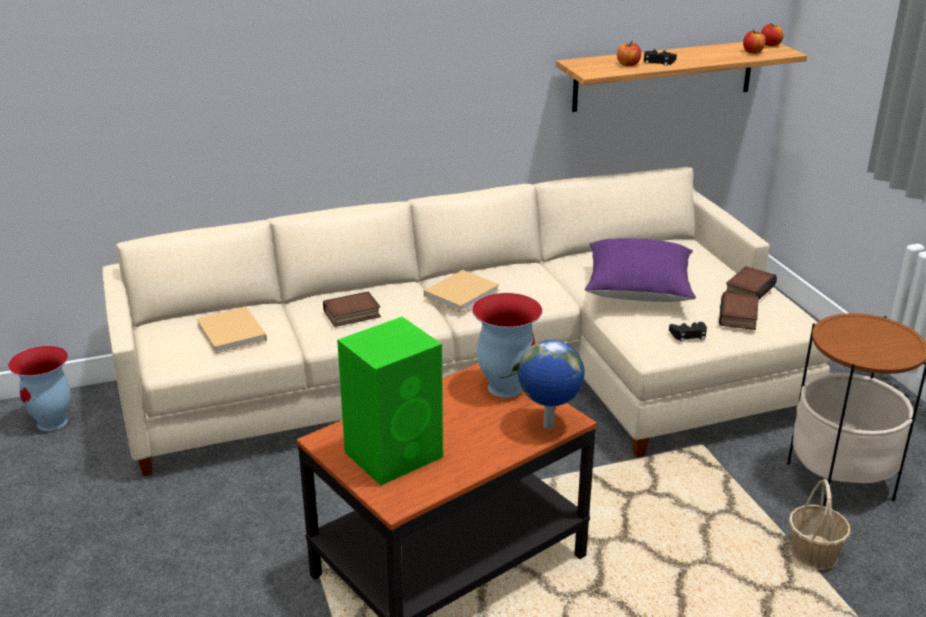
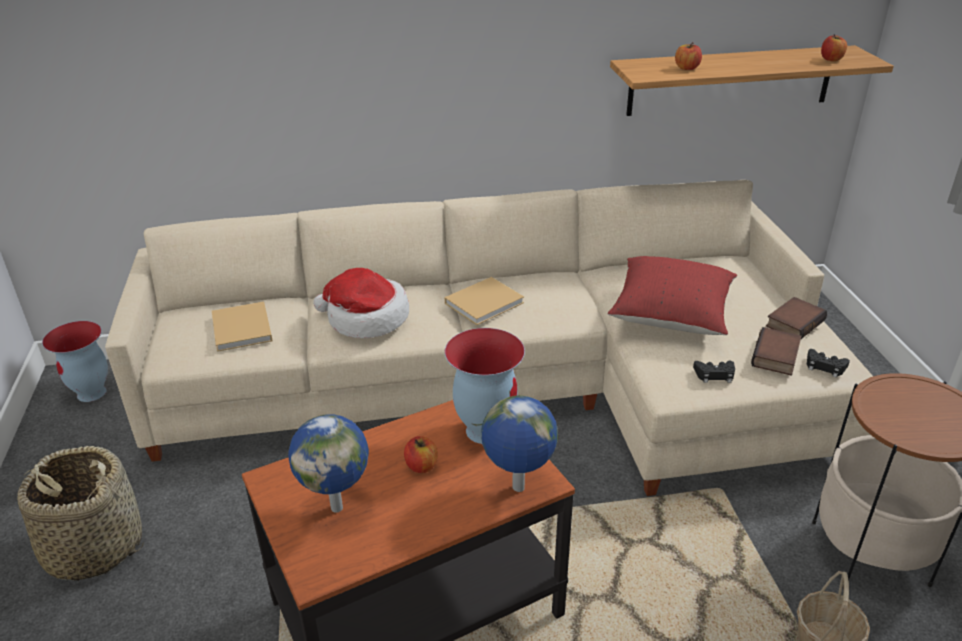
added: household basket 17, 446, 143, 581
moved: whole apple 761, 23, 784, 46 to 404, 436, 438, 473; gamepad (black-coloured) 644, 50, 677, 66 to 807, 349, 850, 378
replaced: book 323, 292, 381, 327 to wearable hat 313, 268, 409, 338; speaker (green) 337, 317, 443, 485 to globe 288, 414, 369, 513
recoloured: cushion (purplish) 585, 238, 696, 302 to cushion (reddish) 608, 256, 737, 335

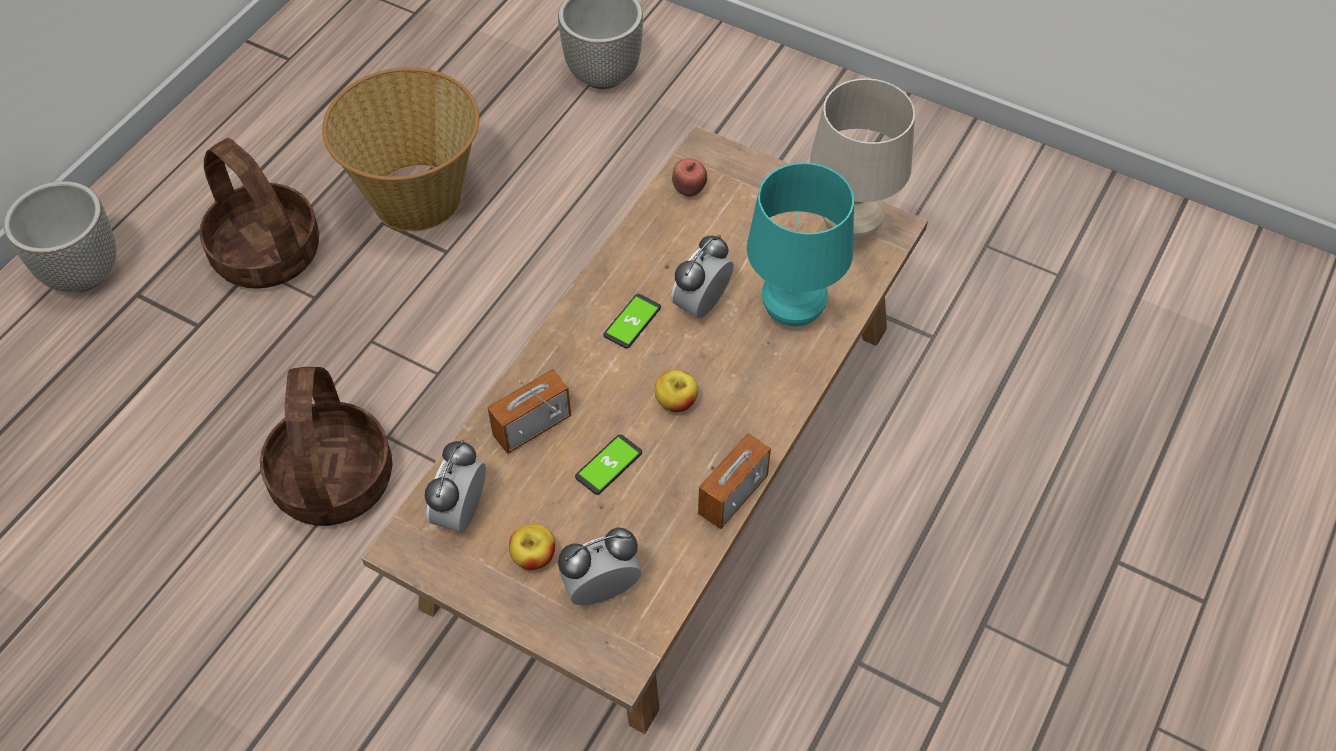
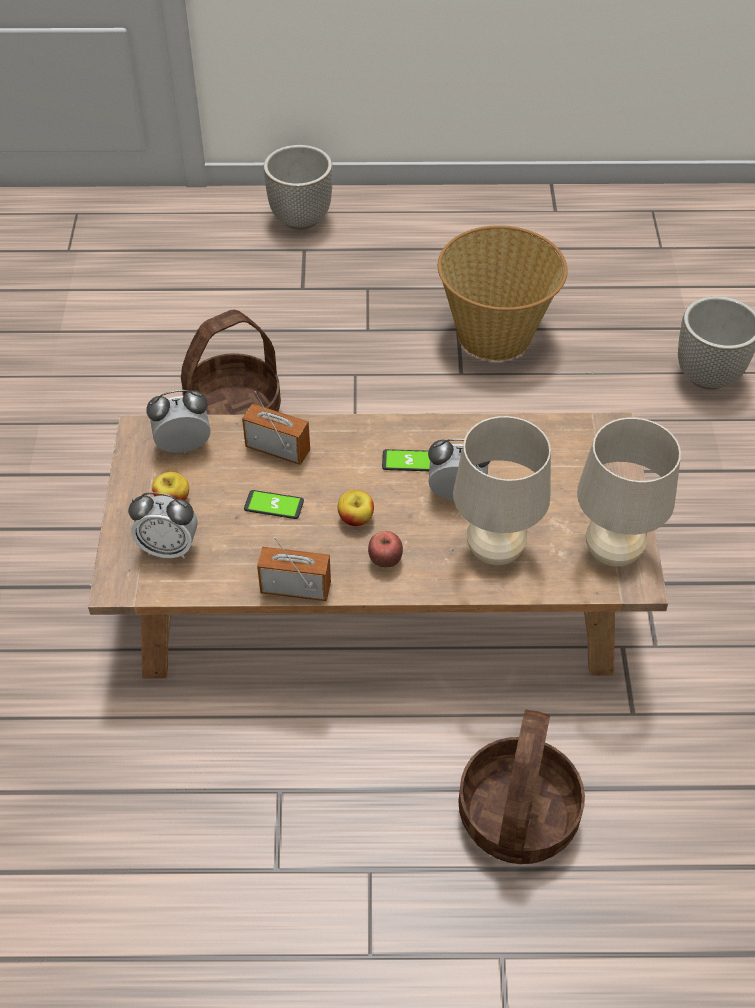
moved: household basket 199, 138, 319, 289 to 458, 710, 585, 864; whole apple 672, 159, 707, 197 to 368, 531, 403, 567
recoloured: table lamp (turquoise) 747, 162, 854, 326 to table lamp (sand-coloured) 453, 416, 551, 565
turned: alarm clock 558, 527, 642, 605 = 128, 492, 198, 558 150 degrees clockwise

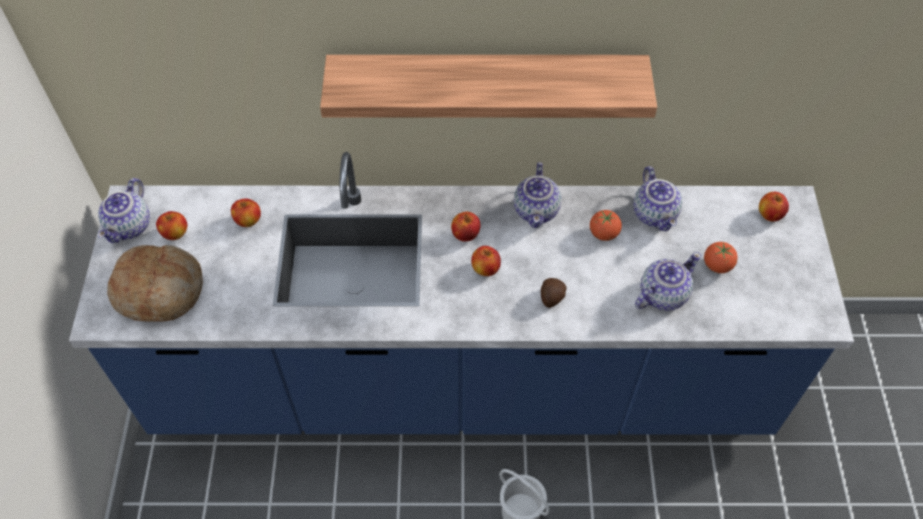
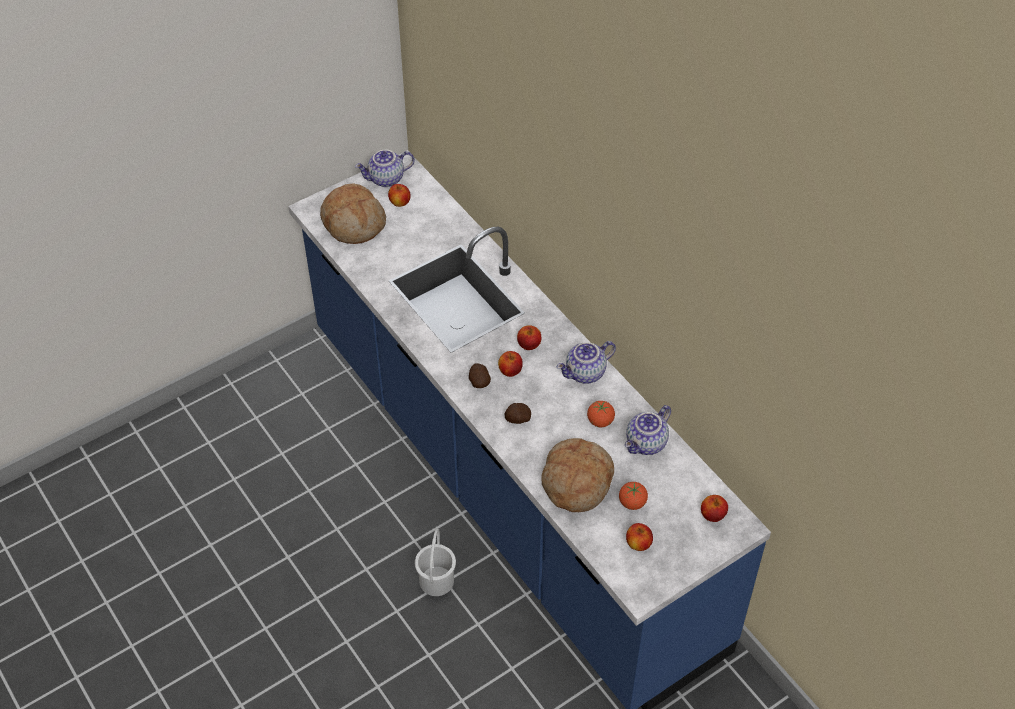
removed: shelf 320, 55, 657, 118
added: potato 469, 363, 491, 388
moved: whole apple 231, 198, 261, 227 to 626, 523, 653, 551
replaced: pot for tea 635, 252, 701, 311 to bakery bread 541, 438, 614, 512

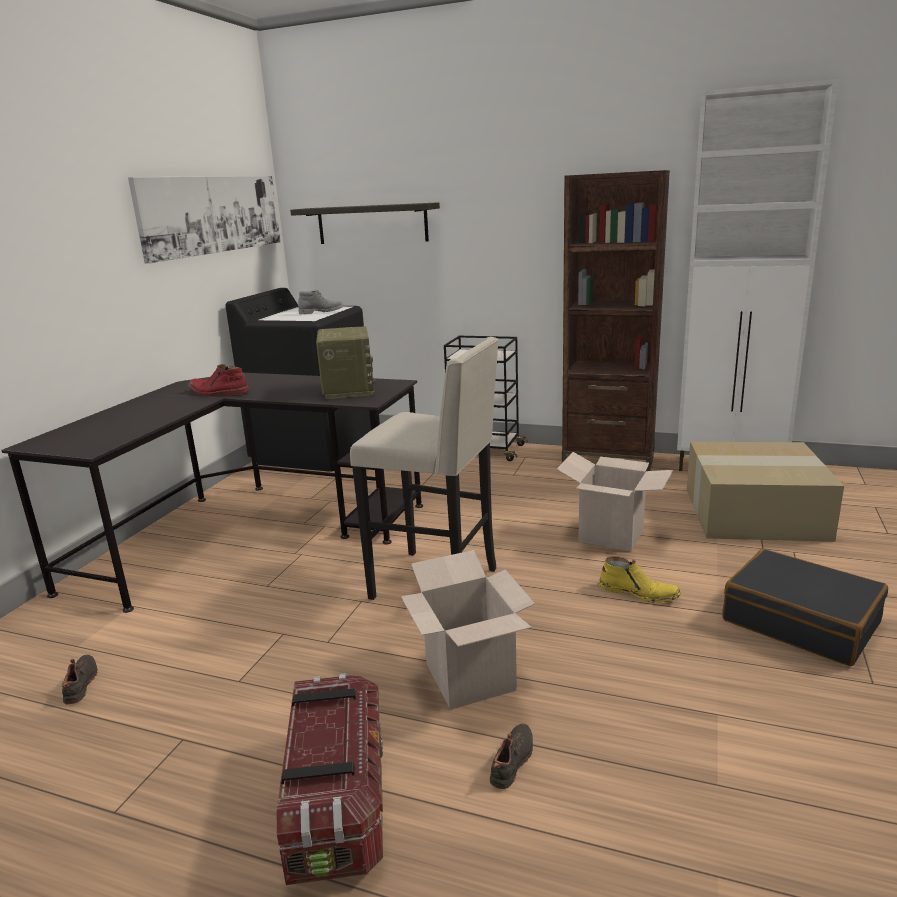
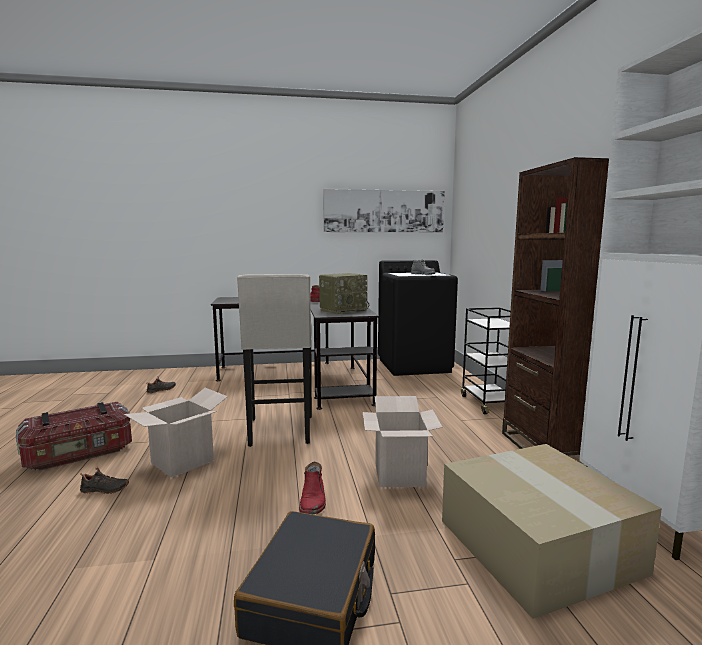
removed: shelf 290, 202, 440, 244
recoloured: tall boot (yellow) 599, 556, 681, 603 to tall boot (reddish) 299, 462, 326, 514

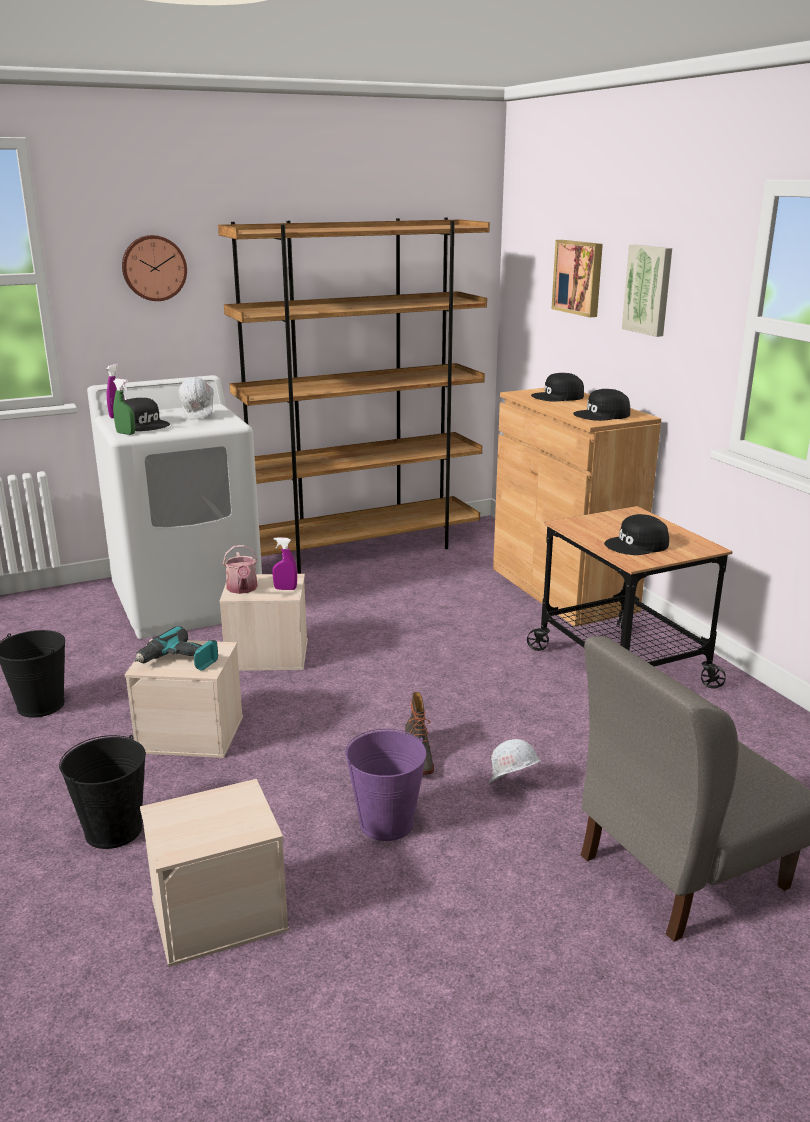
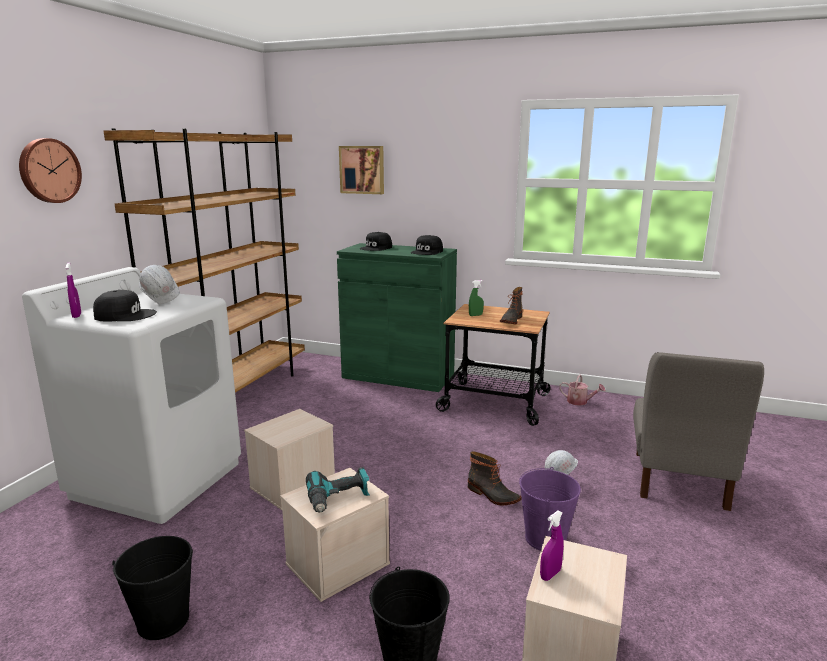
removed: wall picture 622, 245, 672, 337
moved: hand sprayer (green) 113, 379, 135, 435 to 469, 280, 484, 316; hand sprayer (purplish) 272, 537, 297, 590 to 540, 511, 564, 581; watering pot 223, 545, 258, 594 to 559, 374, 605, 406
replaced: peaked cap (black-coloured) 604, 514, 669, 555 to tall boot 500, 287, 523, 324
recoloured: storage cabinet (brownish) 493, 388, 661, 627 to storage cabinet (green) 337, 243, 457, 392

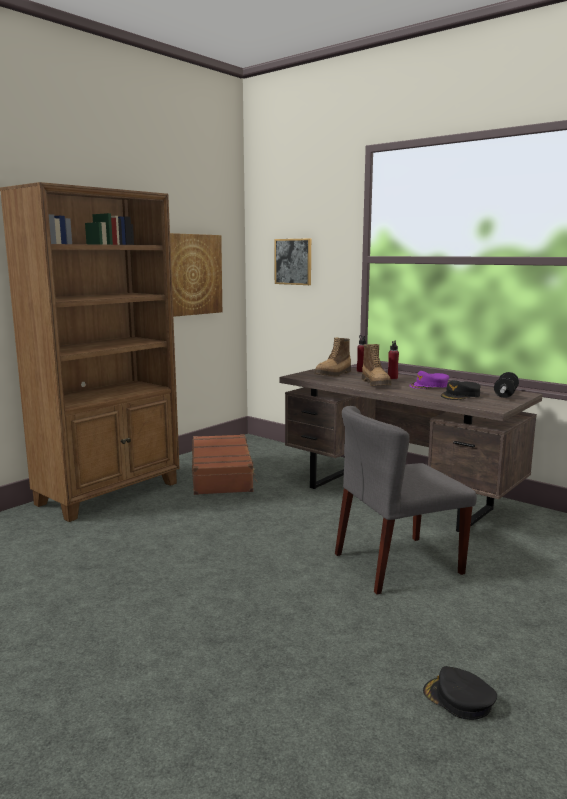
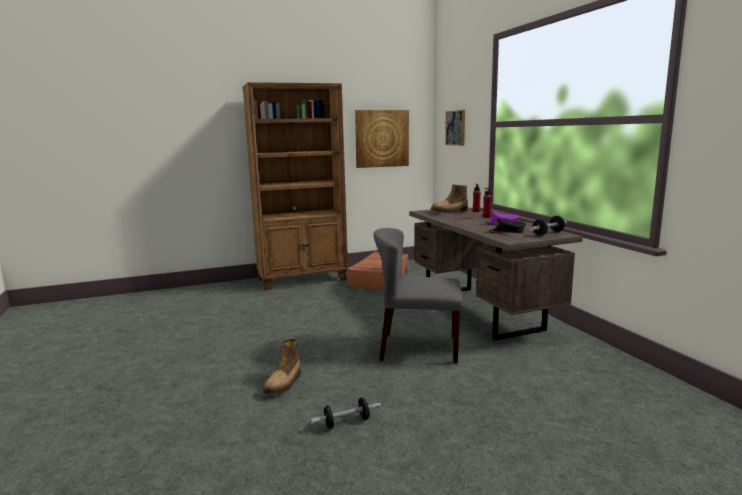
moved: tall boot 362, 344, 392, 386 to 263, 338, 301, 395
replaced: peaked cap (black-coloured) 423, 666, 497, 720 to dumbbell 311, 397, 381, 429

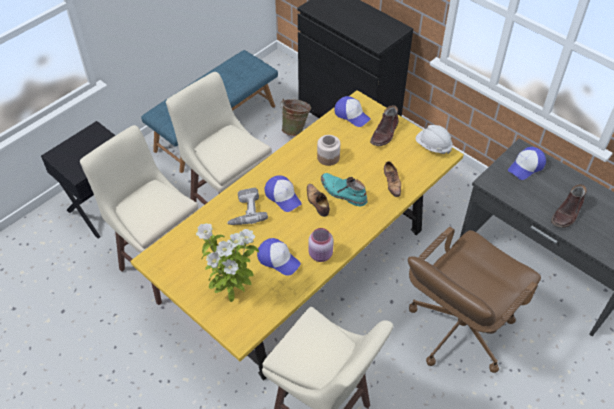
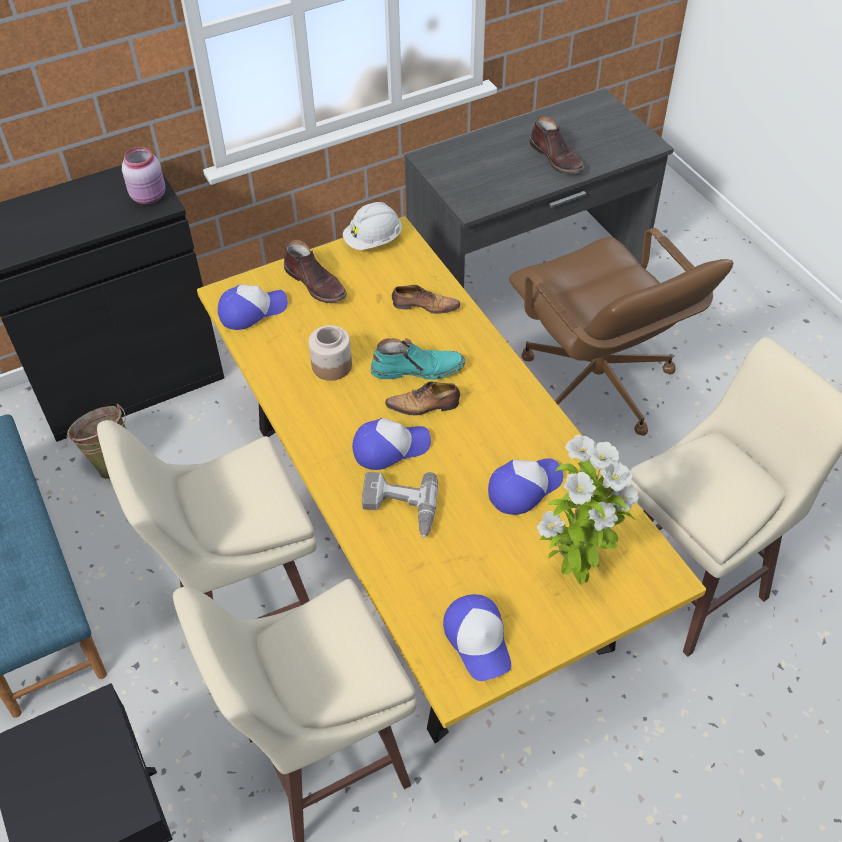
moved: peaked cap 508, 147, 546, 180 to 443, 594, 511, 681; preserve jar (pink) 308, 228, 333, 262 to 122, 147, 165, 205
turned: tall boot (turquoise) 321, 173, 368, 206 = 371, 338, 465, 380 150 degrees counterclockwise

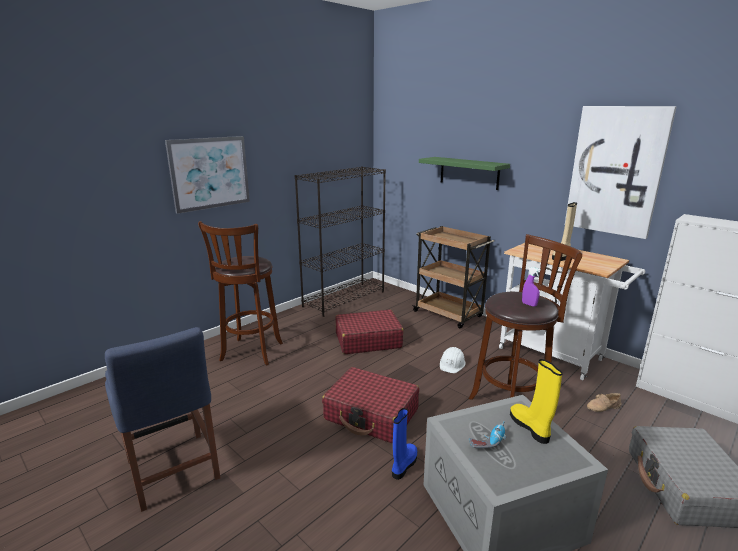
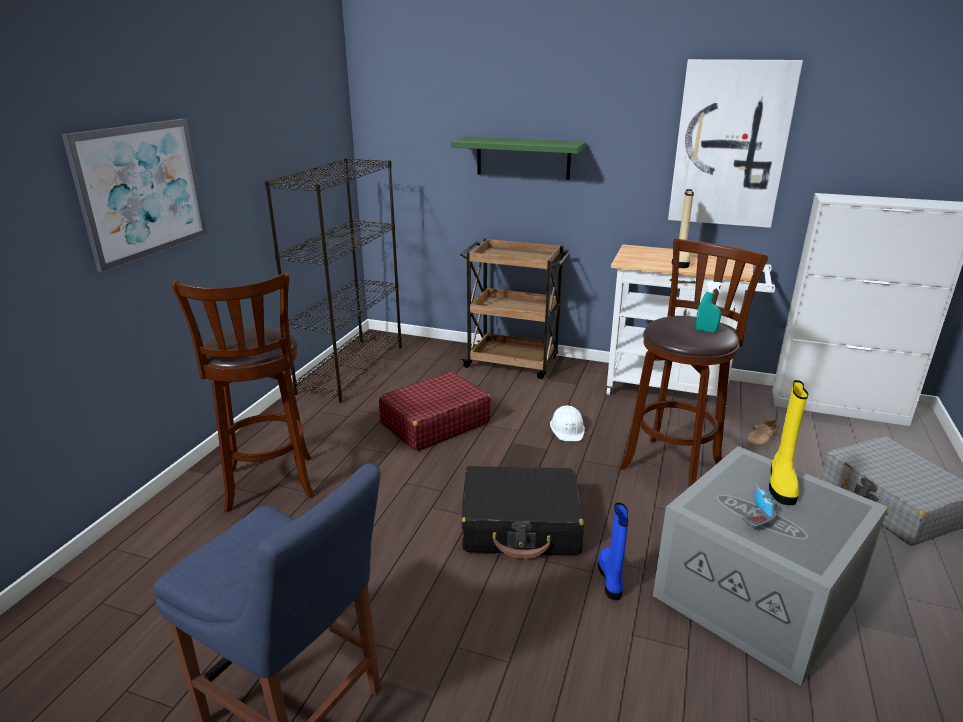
recoloured: hand sprayer (purplish) 522, 267, 541, 307 to hand sprayer (turquoise) 696, 281, 723, 332; suitcase (reddish) 322, 367, 419, 444 to suitcase (black-coloured) 461, 466, 584, 559
turned: tall boot (yellow) 510, 359, 563, 444 = 769, 380, 808, 505 120 degrees counterclockwise

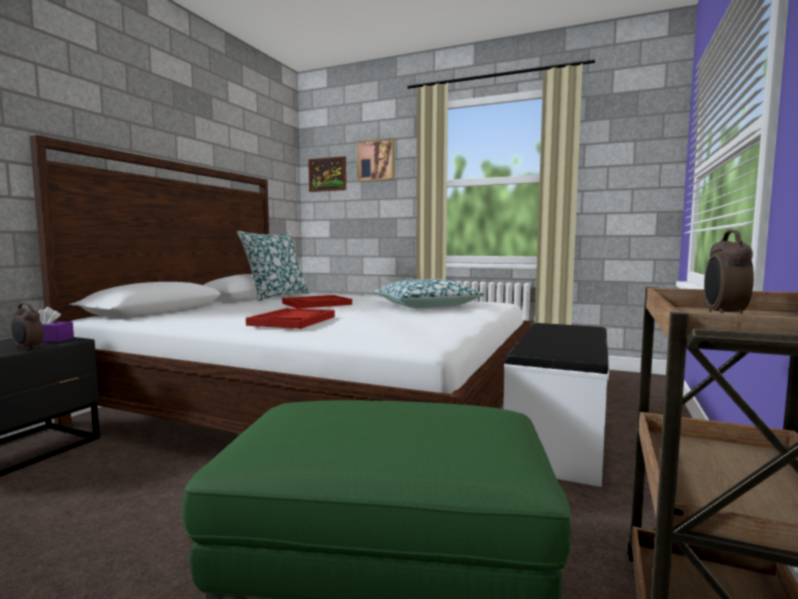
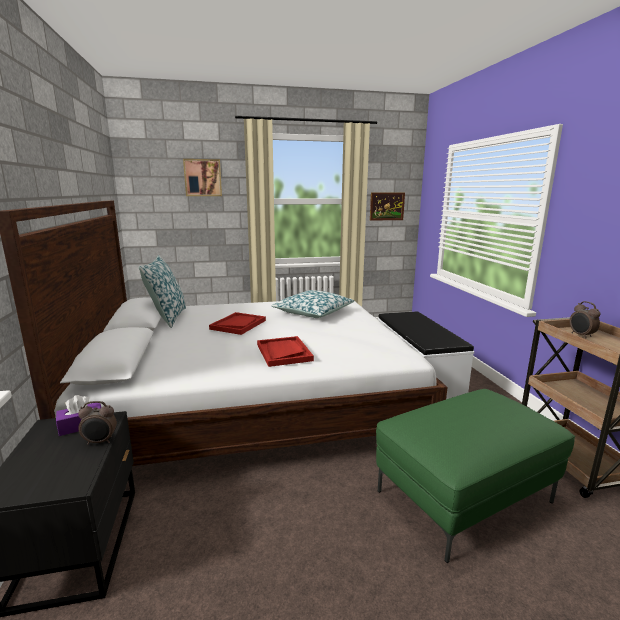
moved: wall picture 308, 156, 346, 192 to 370, 192, 405, 221

